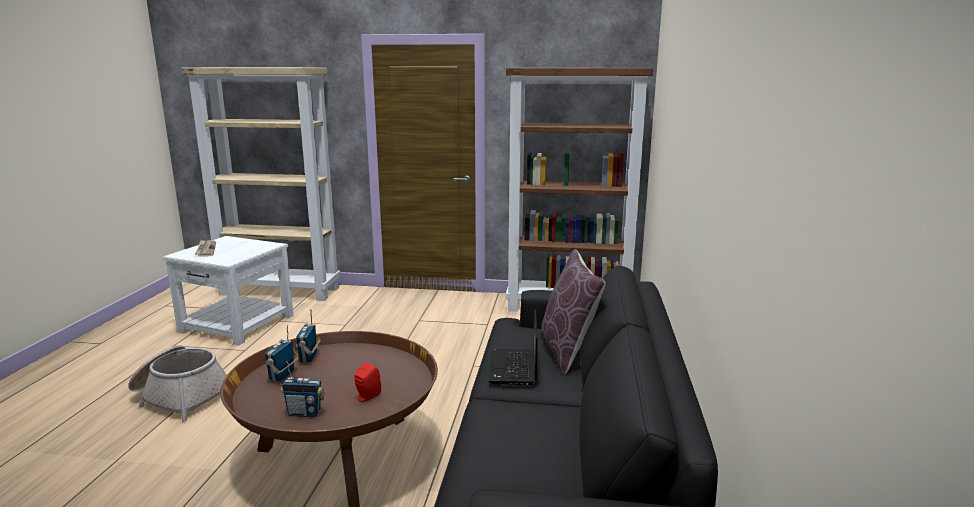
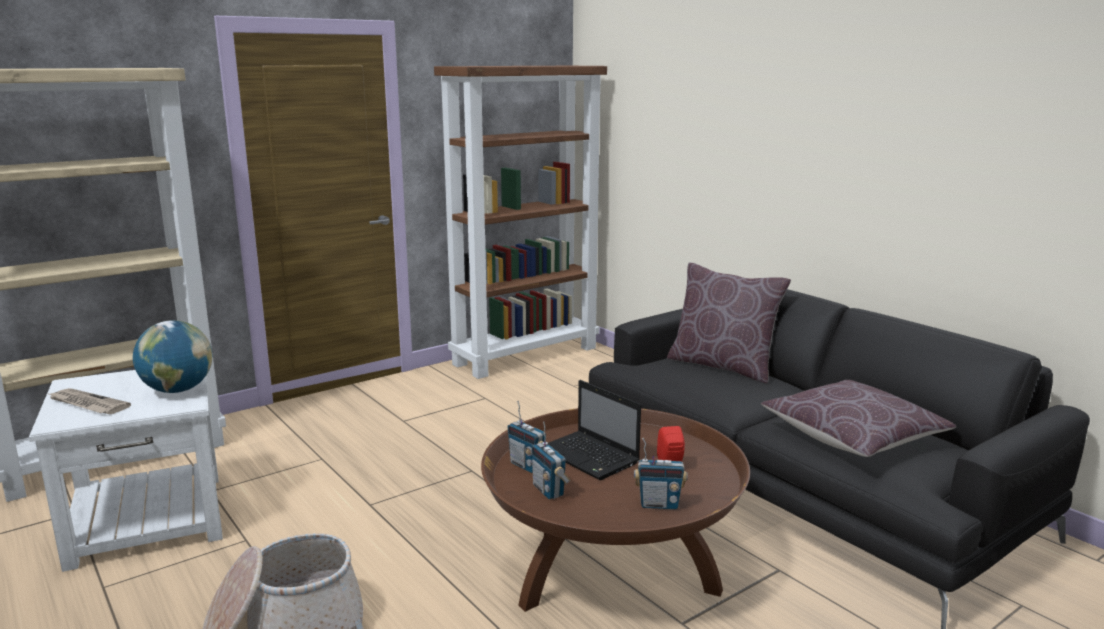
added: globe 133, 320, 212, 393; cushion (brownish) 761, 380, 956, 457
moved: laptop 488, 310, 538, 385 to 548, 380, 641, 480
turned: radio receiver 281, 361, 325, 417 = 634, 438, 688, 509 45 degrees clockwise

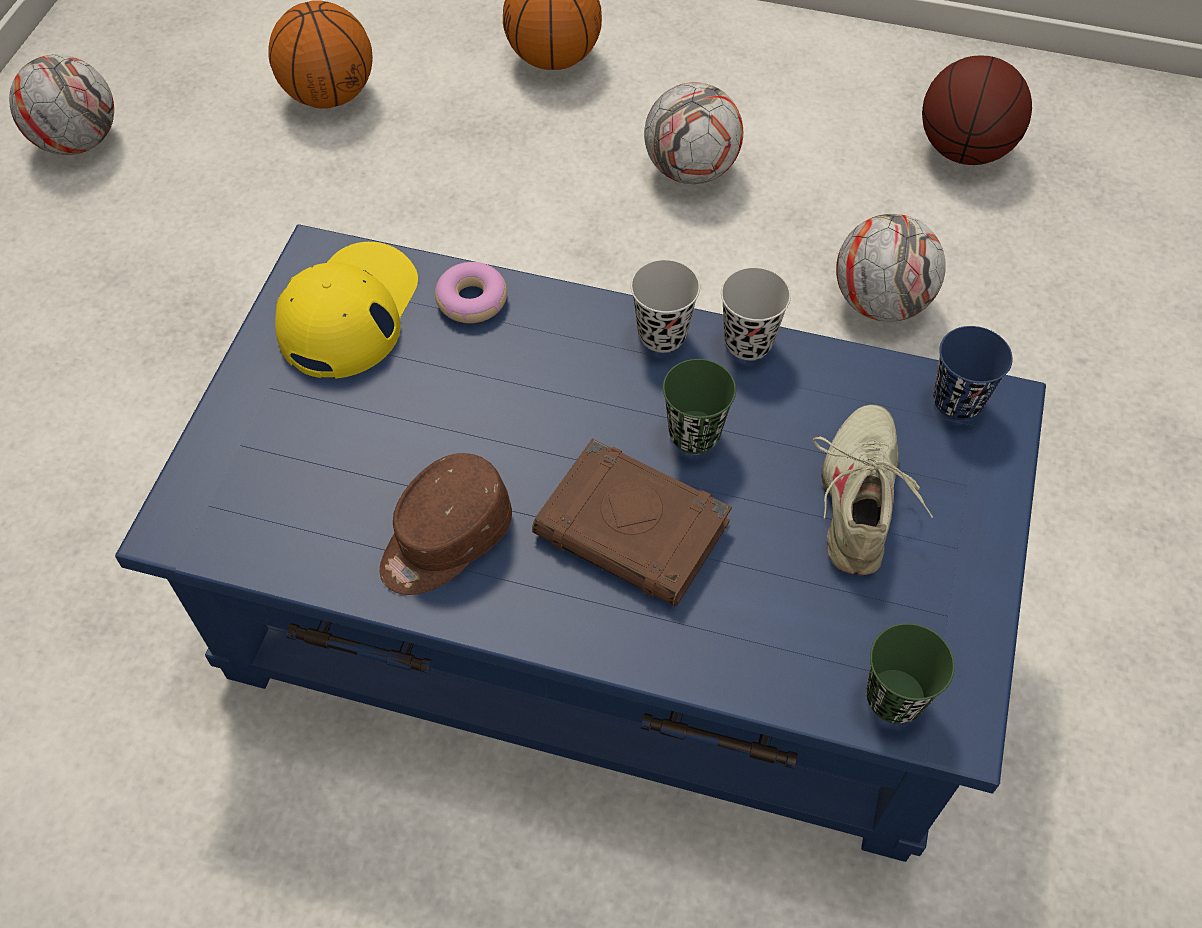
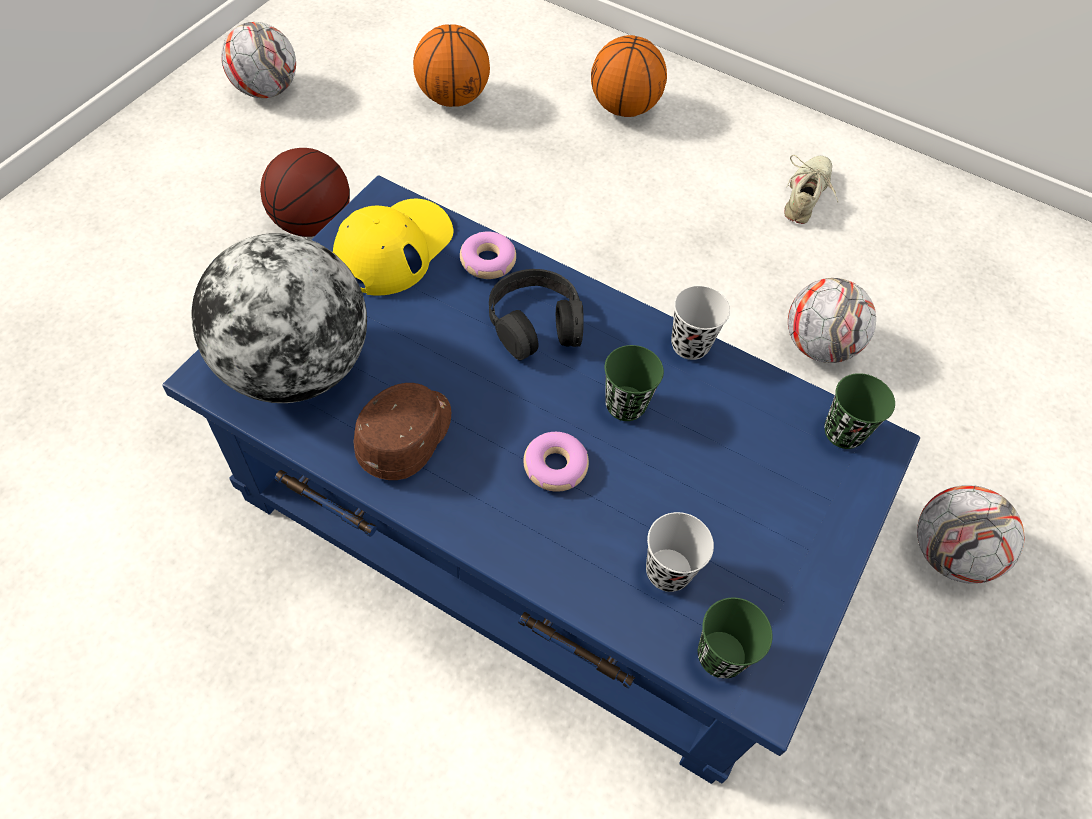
added: globe 191, 233, 367, 403; headset (black-coloured) 489, 269, 584, 361
moved: ball for basketball 922, 56, 1032, 165 to 260, 148, 350, 237; ball for football 644, 82, 743, 184 to 917, 485, 1024, 584; drinking cup (black-coloured) 631, 260, 700, 352 to 646, 512, 714, 592; shoe (sand-coloured) 812, 404, 933, 575 to 784, 155, 838, 224
replaced: book (brownish) 532, 439, 732, 607 to doughnut 523, 432, 589, 492
recoloured: drinking cup (bluish) 933, 326, 1013, 420 to drinking cup (green) 825, 373, 895, 449
turned: peaked cap (brownish) 380, 453, 512, 595 = 353, 383, 451, 480 150 degrees clockwise

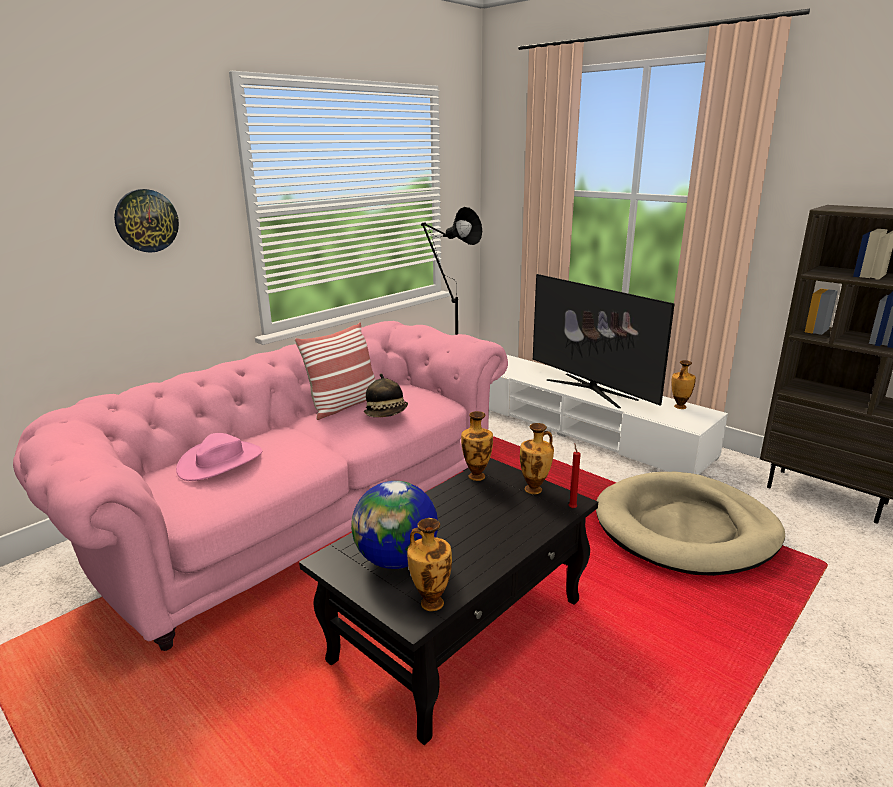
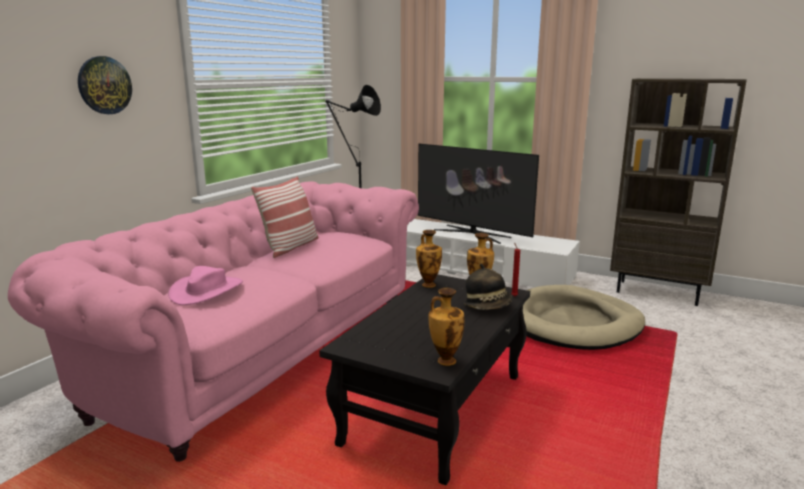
removed: decorative vase 671, 360, 696, 409; globe 351, 481, 438, 569
moved: wearable hat 364, 374, 408, 417 to 464, 264, 512, 310

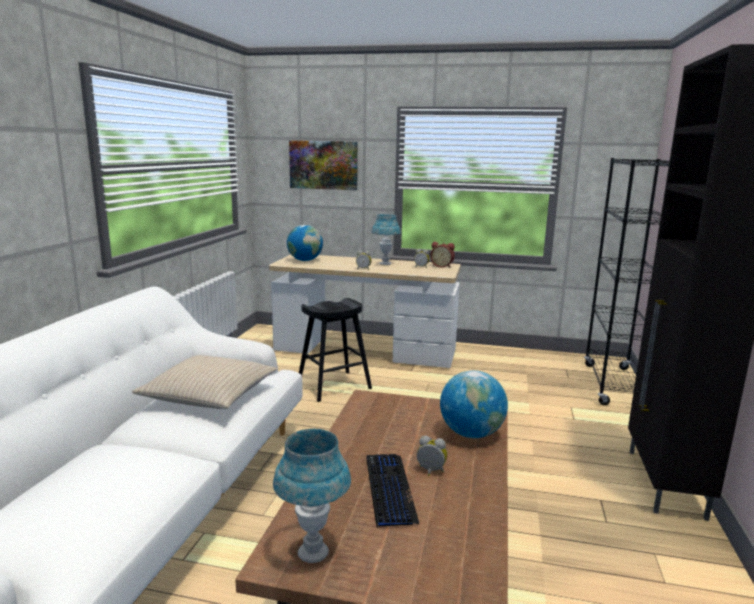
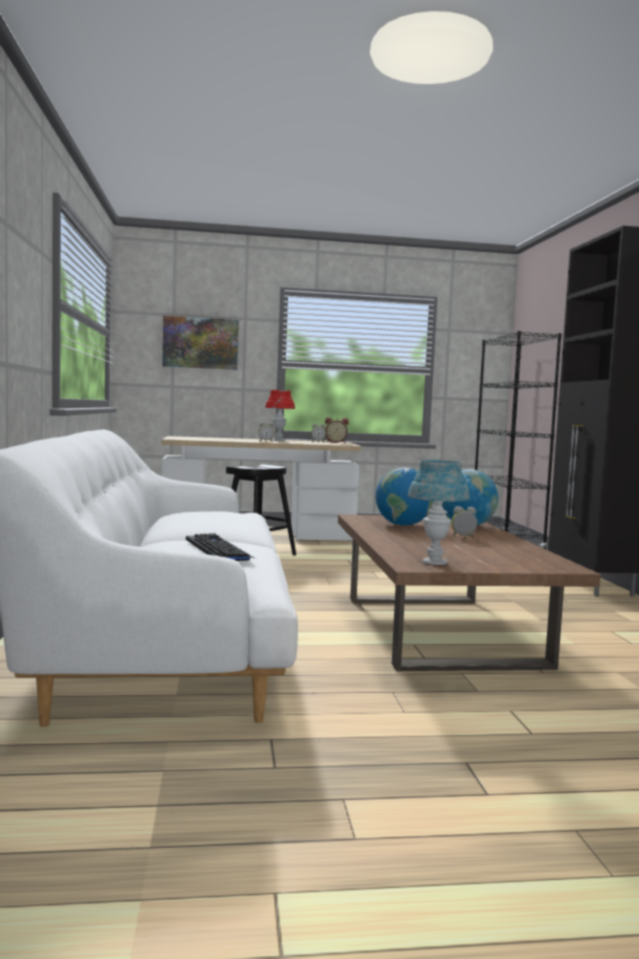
removed: cushion (sand-coloured) 132, 355, 277, 409
moved: globe 287, 225, 323, 261 to 375, 468, 434, 526; PC keyboard 366, 454, 420, 528 to 186, 533, 256, 561
recoloured: table lamp (bluish) 372, 214, 401, 265 to table lamp (reddish) 265, 390, 295, 441

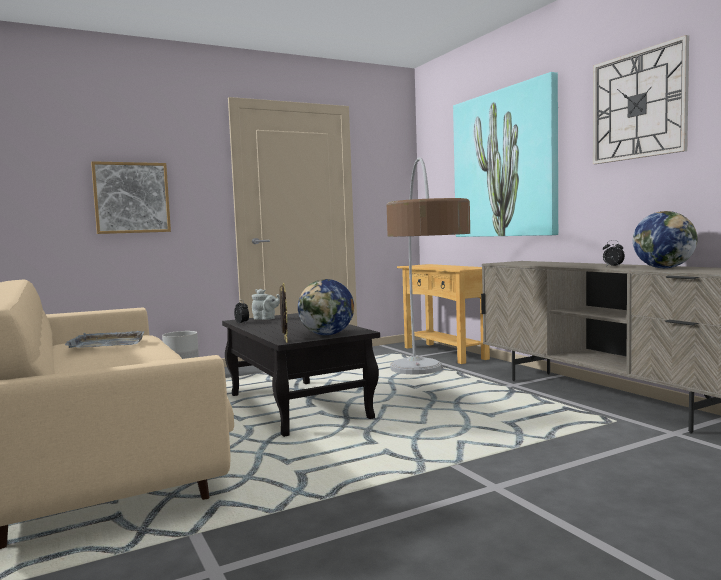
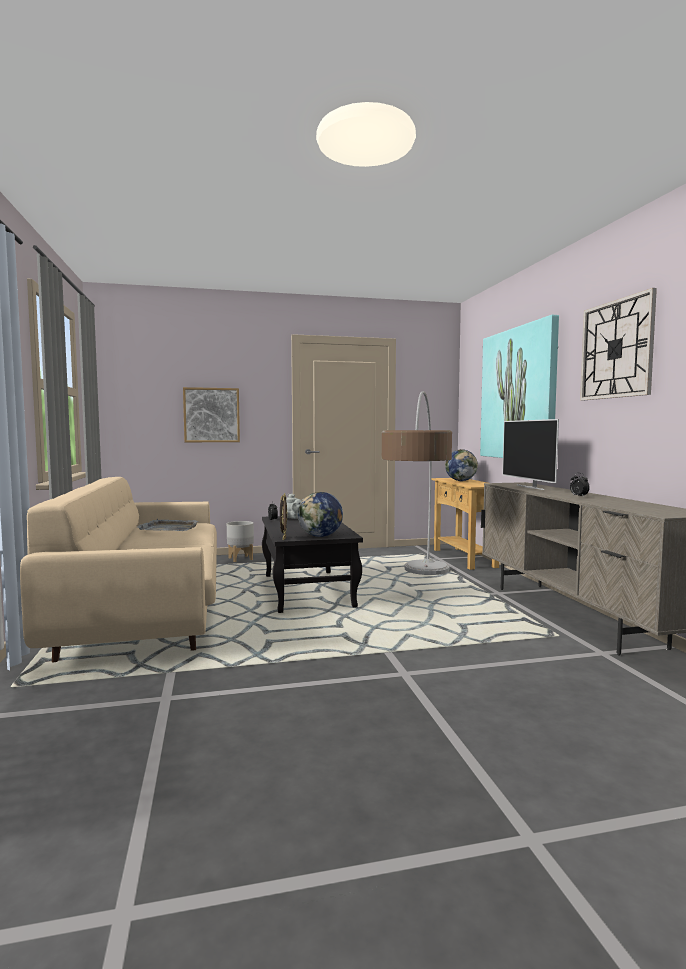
added: TV 502, 419, 559, 490
moved: globe 633, 211, 698, 268 to 445, 449, 478, 481

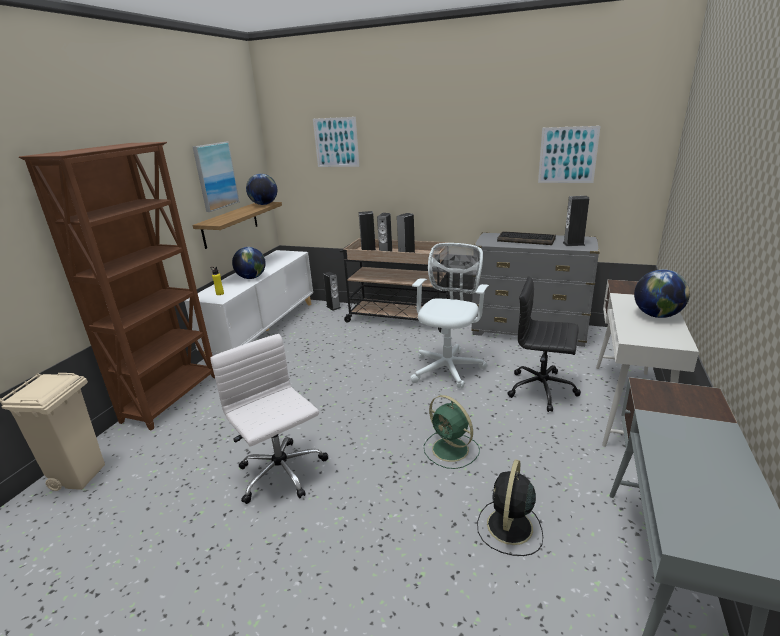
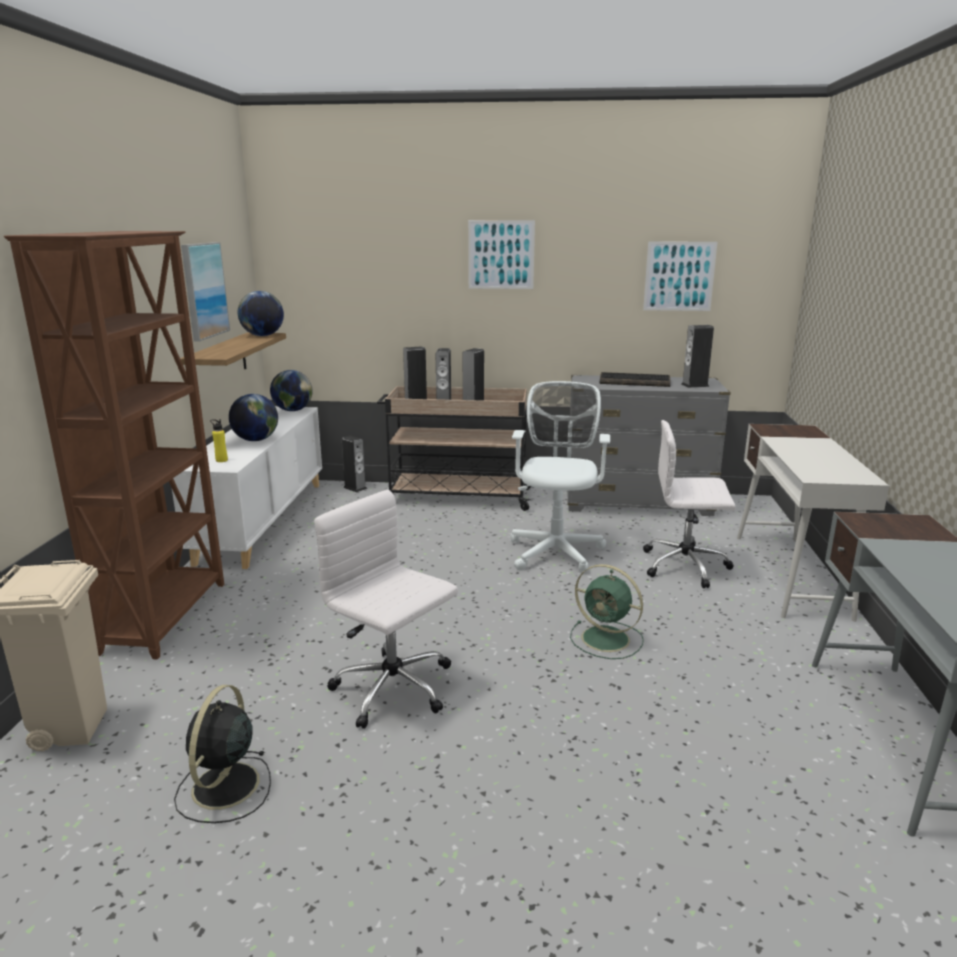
moved: wall picture 313, 117, 359, 167 to 468, 220, 535, 289; globe 634, 269, 690, 318 to 270, 370, 312, 411; fan (black-coloured) 477, 459, 543, 556 to 174, 685, 271, 823
recoloured: desk chair (black-coloured) 508, 276, 581, 412 to desk chair (white-coloured) 643, 420, 736, 588

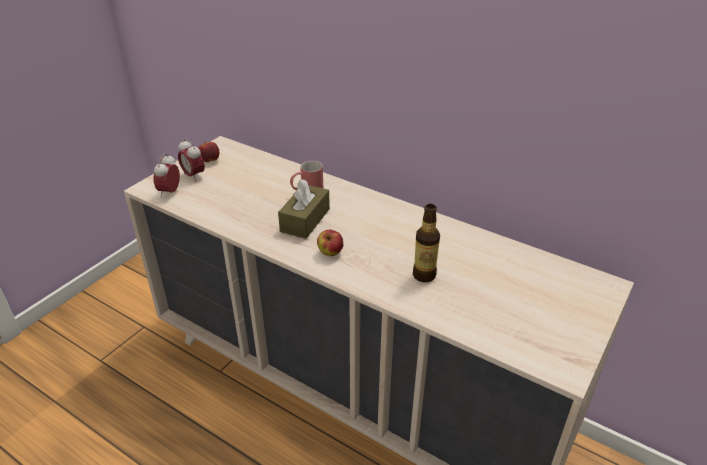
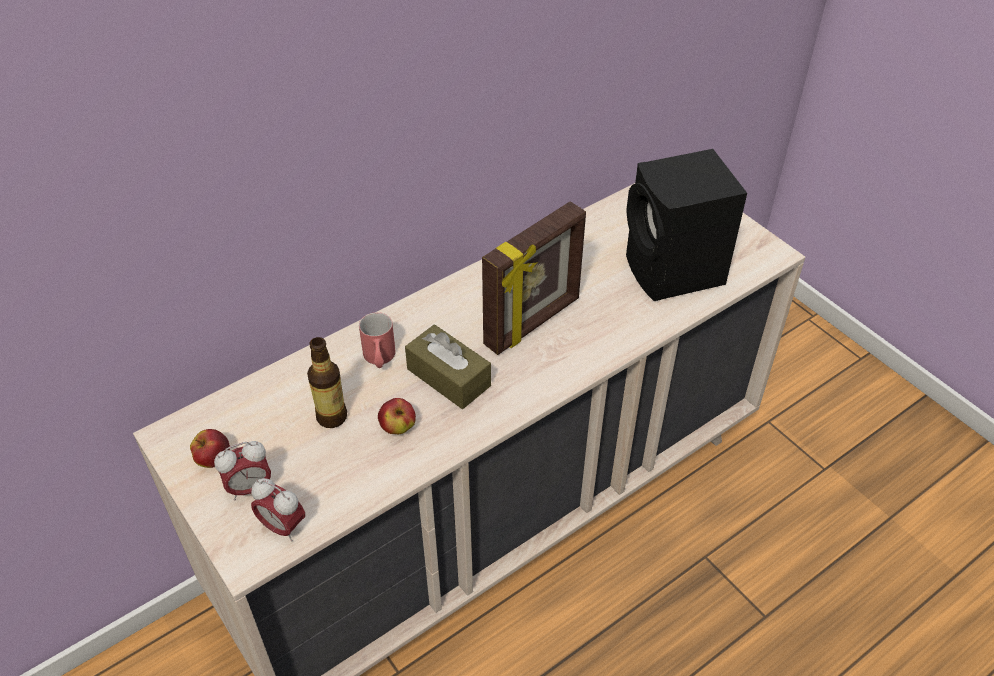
added: speaker (black-coloured) 626, 149, 747, 301; photo frame 482, 201, 586, 355
moved: drink bottle 413, 204, 440, 282 to 307, 337, 347, 428; whole apple 317, 230, 343, 256 to 378, 398, 416, 434

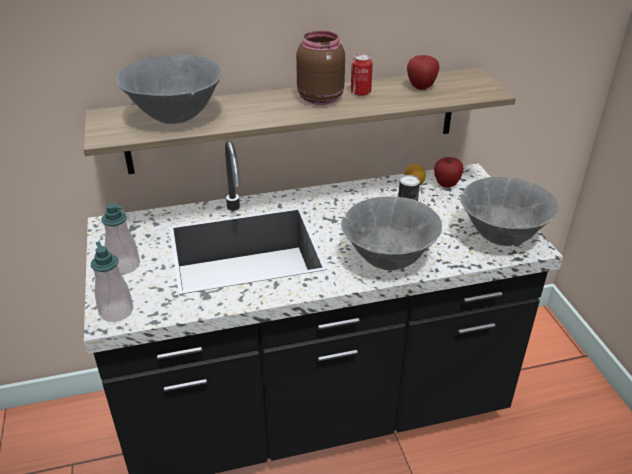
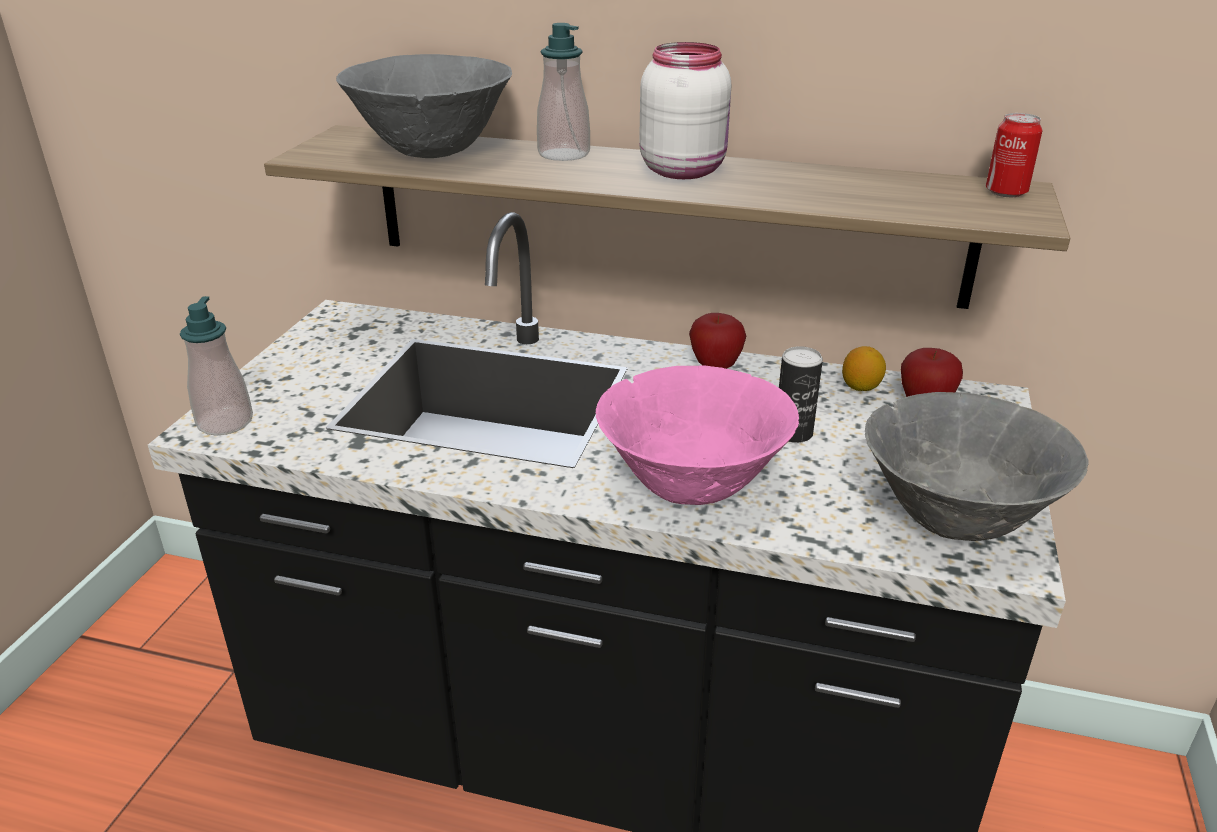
moved: sealed can 351, 54, 373, 96 to 986, 113, 1042, 197; whole apple 407, 55, 440, 90 to 689, 313, 746, 369; soap bottle 101, 203, 140, 274 to 537, 23, 590, 161
recoloured: preserve jar (brownish) 296, 31, 345, 105 to preserve jar (white-coloured) 639, 42, 731, 179; serving bowl (greyish) 341, 196, 442, 271 to serving bowl (pink) 596, 365, 799, 505

